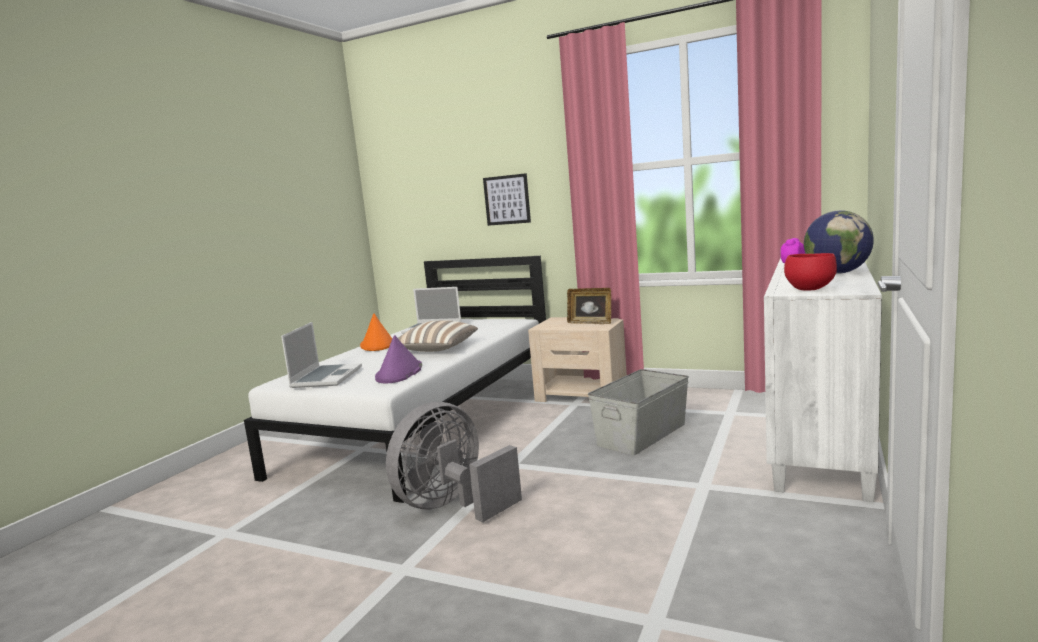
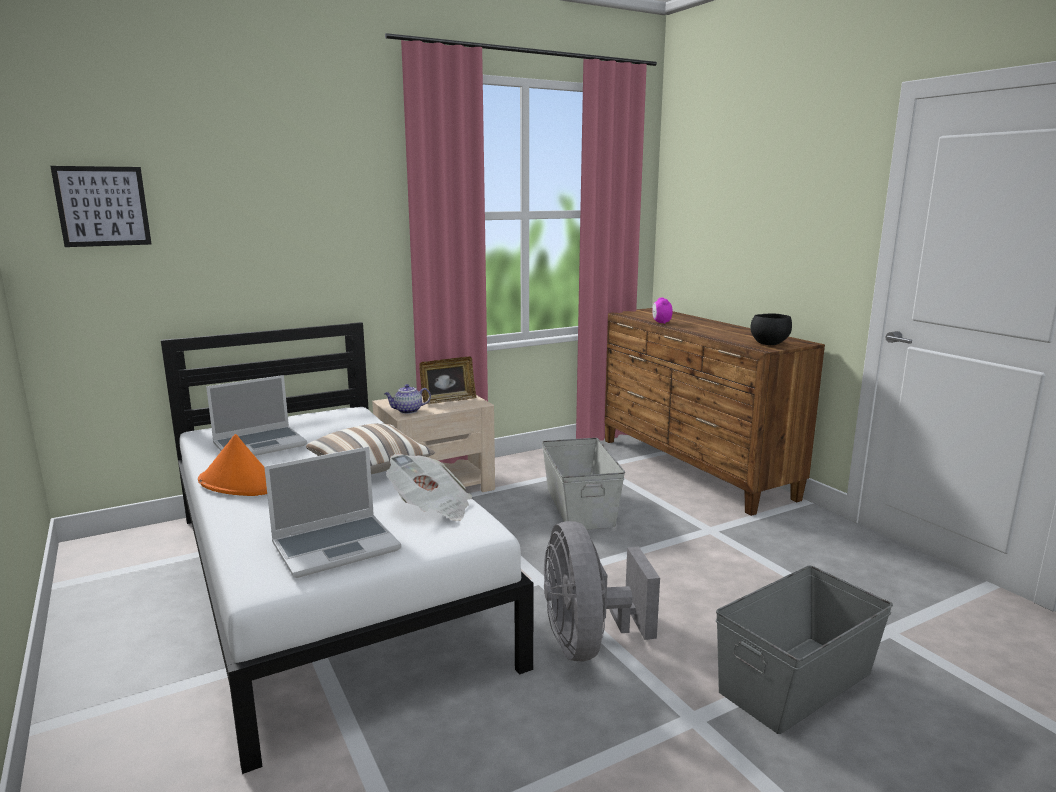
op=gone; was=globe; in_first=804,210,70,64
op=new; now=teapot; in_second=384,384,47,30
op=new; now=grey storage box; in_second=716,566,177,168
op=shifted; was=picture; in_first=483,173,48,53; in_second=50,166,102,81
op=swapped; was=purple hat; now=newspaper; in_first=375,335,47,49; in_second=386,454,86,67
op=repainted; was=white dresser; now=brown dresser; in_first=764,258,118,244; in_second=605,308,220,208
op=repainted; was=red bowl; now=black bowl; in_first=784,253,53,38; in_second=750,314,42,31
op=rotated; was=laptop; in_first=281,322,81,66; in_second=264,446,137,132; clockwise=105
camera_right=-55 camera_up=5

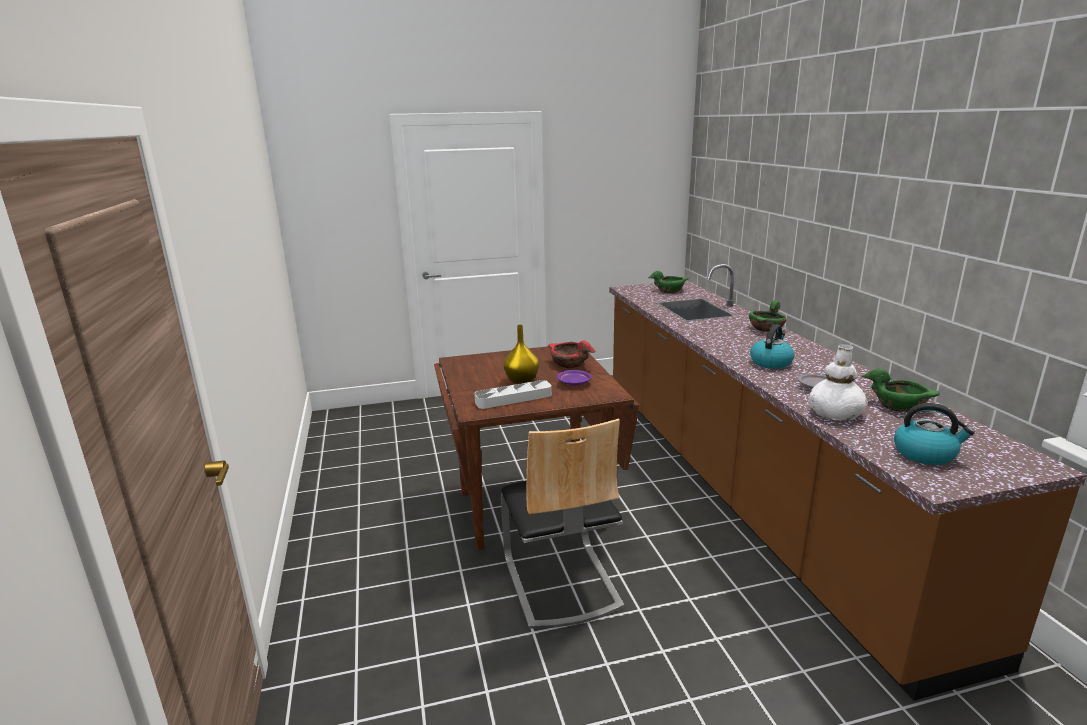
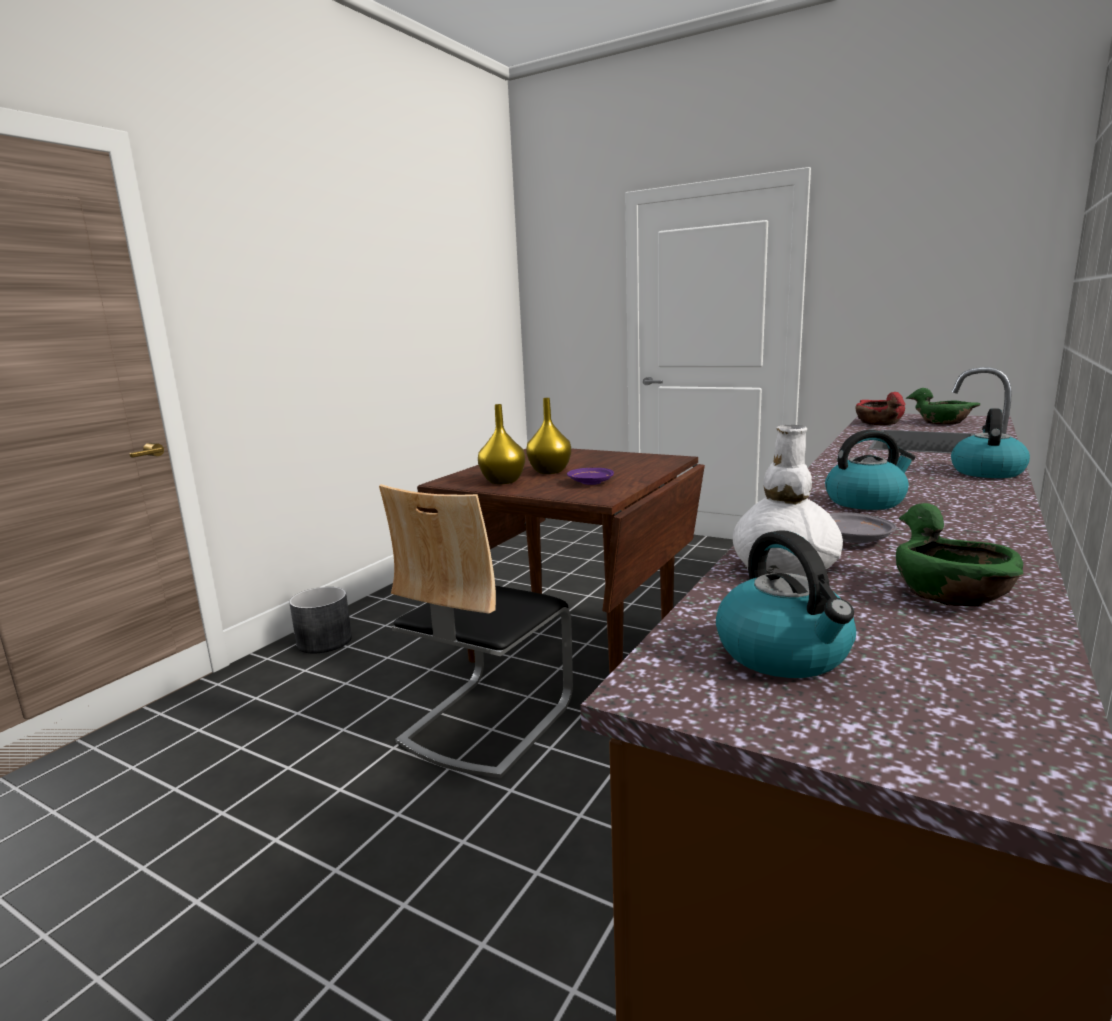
op=new; now=grey planter; in_second=289,587,63,66
op=shifted; was=red bowl; in_first=548,341,47,27; in_second=856,392,50,33
op=swapped; was=grey tray; now=yellow vase; in_first=474,380,78,29; in_second=478,404,47,80
op=swapped; was=green bowl; now=kettle; in_first=749,300,38,32; in_second=951,408,79,70
camera_right=45 camera_up=-5

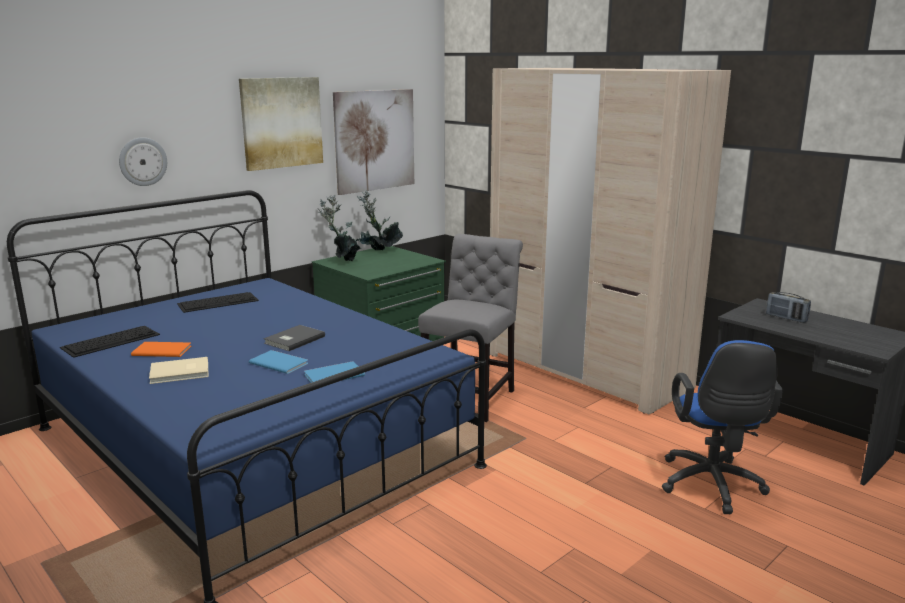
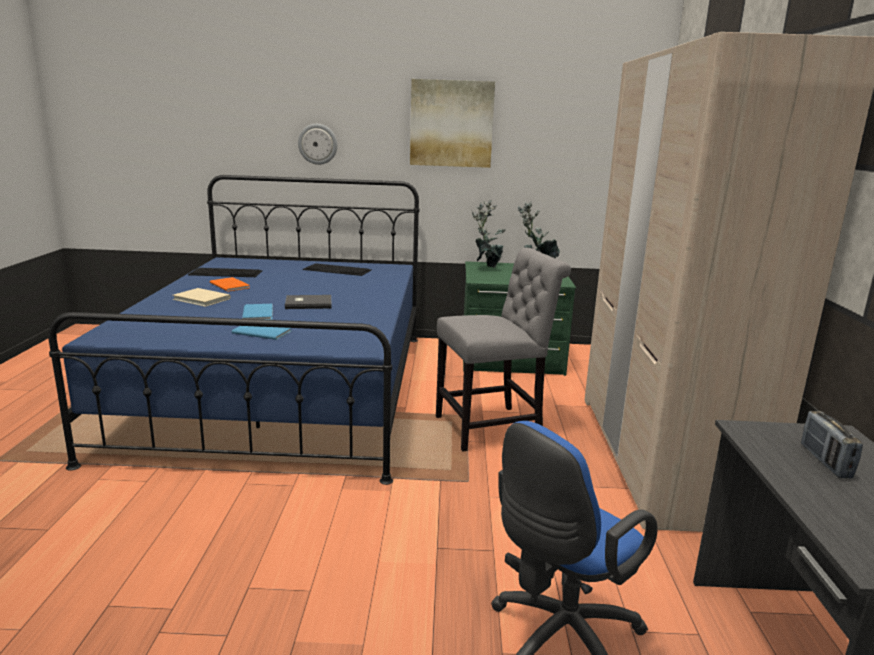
op=gone; was=picture; in_first=333,89,81,106
camera_right=45 camera_up=0

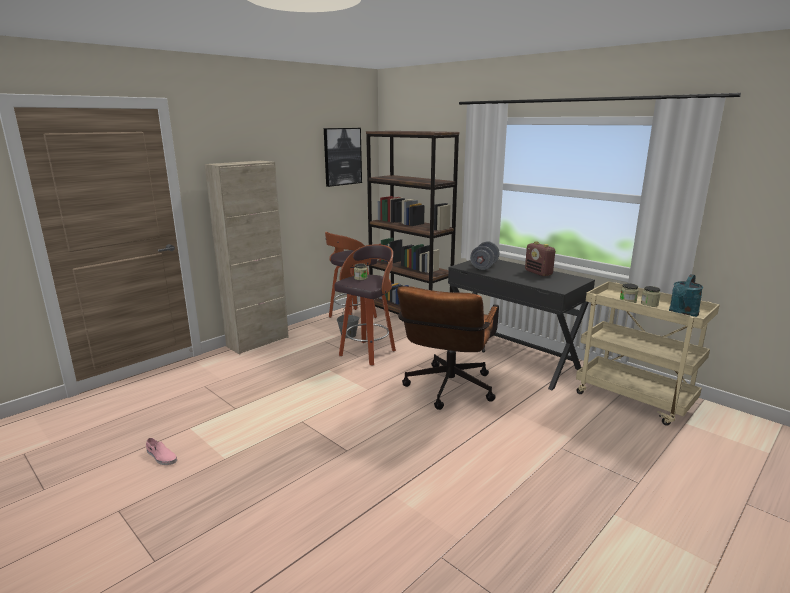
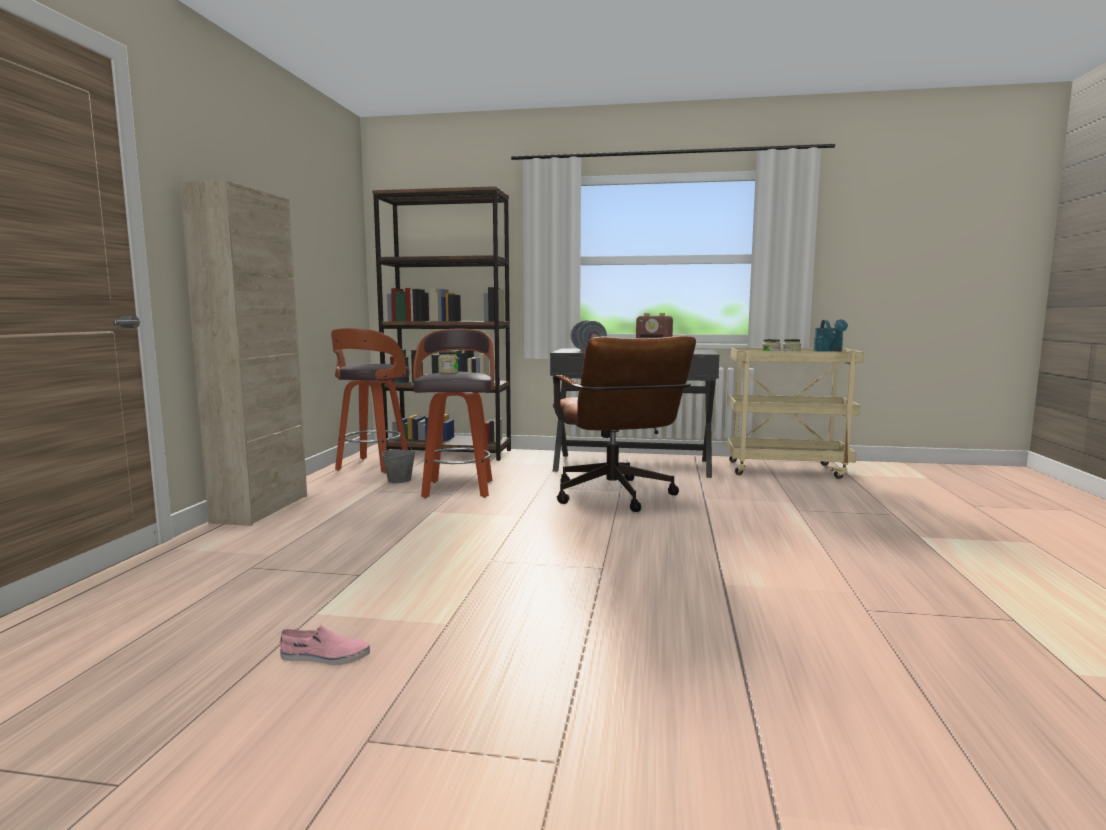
op=gone; was=picture; in_first=324,128,38,59
camera_right=-35 camera_up=-10

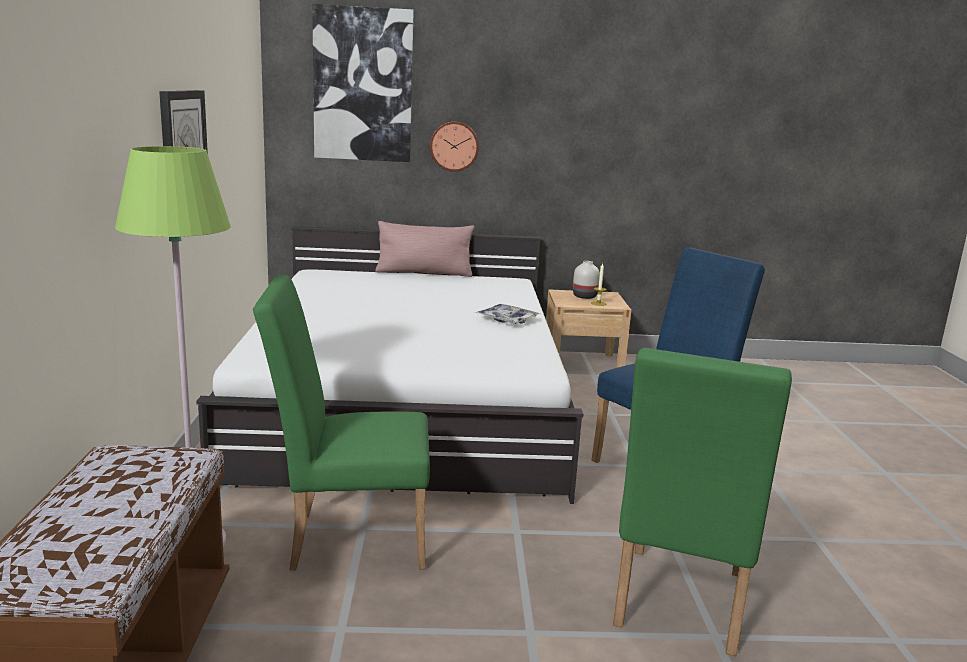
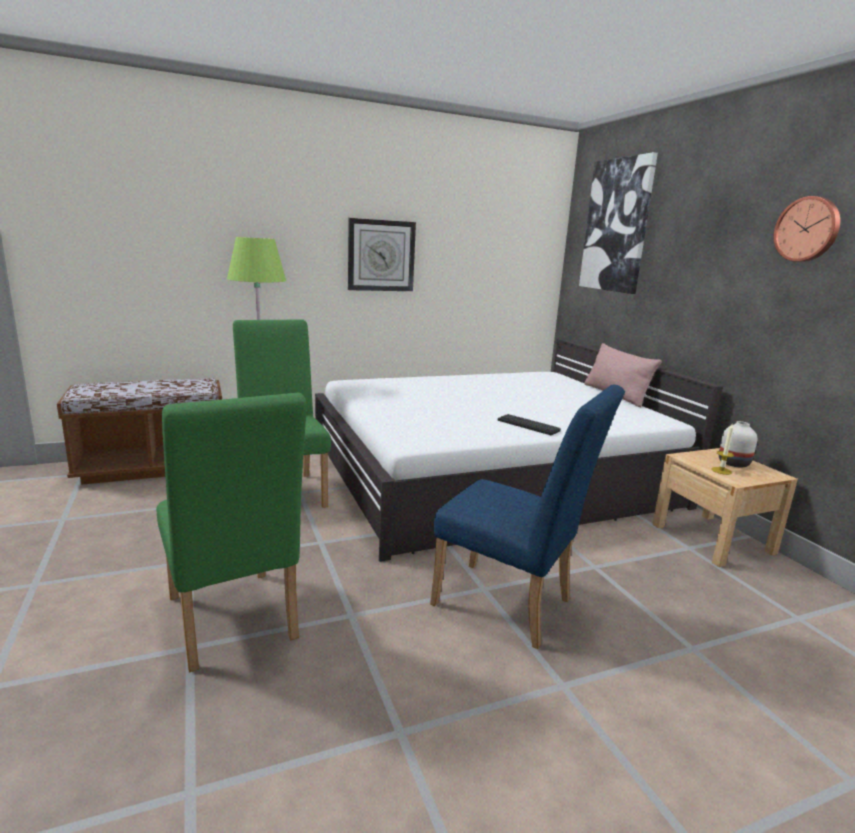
op=shifted; was=wall clock; in_first=430,121,49,51; in_second=774,196,66,66
op=swapped; was=tray; now=keyboard; in_first=475,304,65,20; in_second=498,414,63,21
op=rotated; was=green chair; in_first=613,348,179,309; in_second=156,393,151,279; clockwise=-120
camera_right=70 camera_up=0

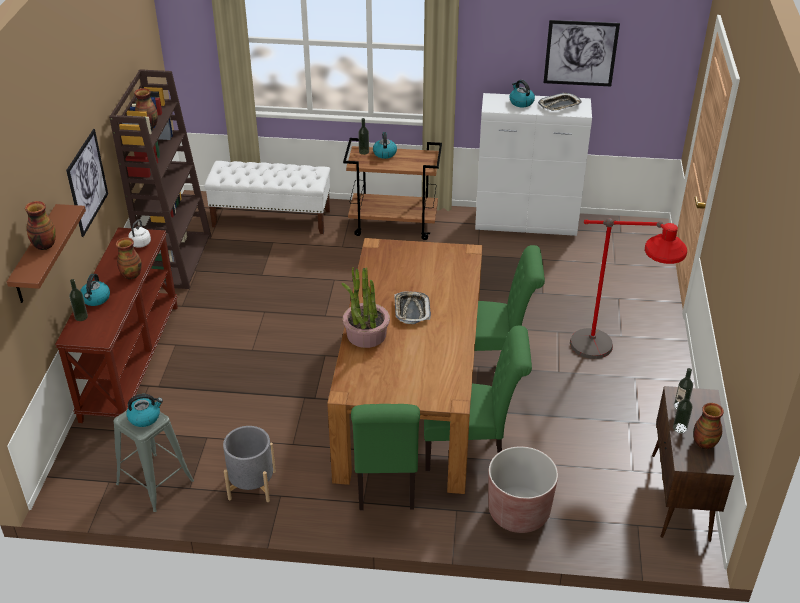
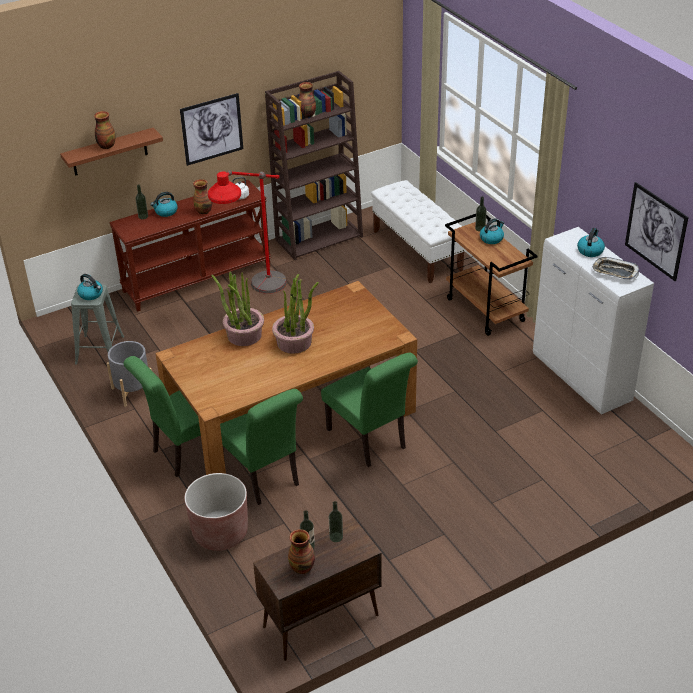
op=shifted; was=red floor lamp; in_first=570,218,117,141; in_second=208,170,79,124
op=swapped; was=tray; now=potted plant; in_first=394,291,37,33; in_second=272,274,47,80
camera_right=55 camera_up=0

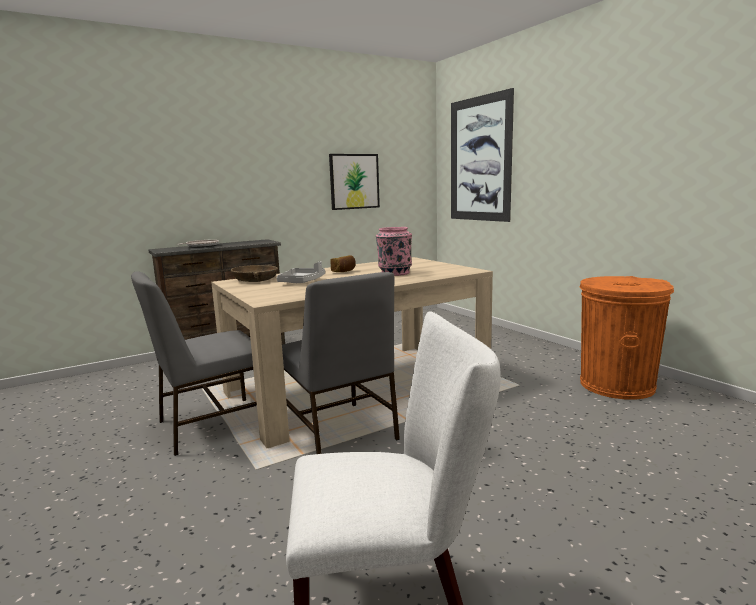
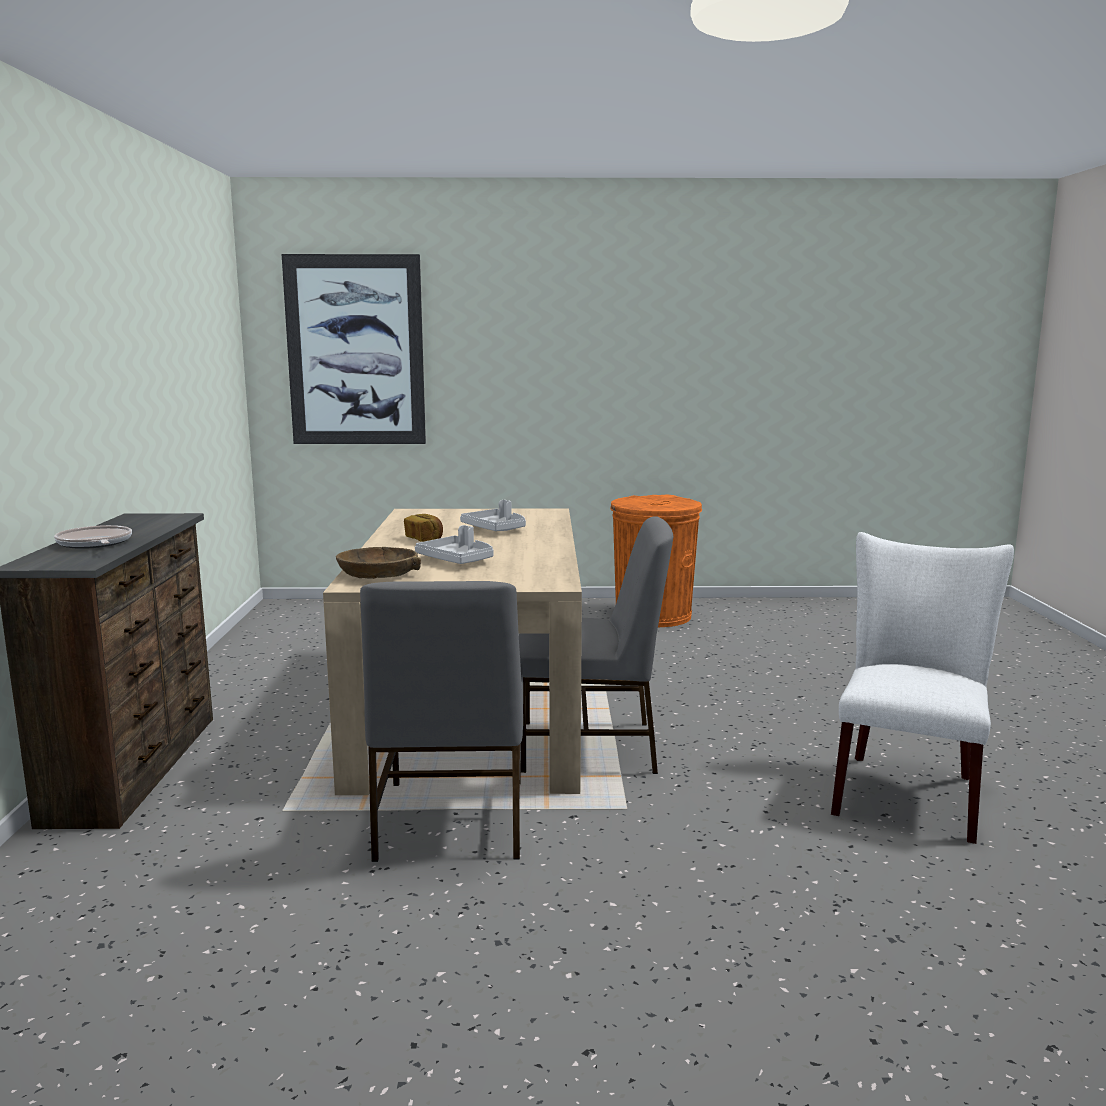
op=gone; was=picture; in_first=329,154,51,56
op=swapped; was=pink vase; now=grey tray; in_first=376,227,36,49; in_second=460,500,66,31
camera_right=-60 camera_up=0

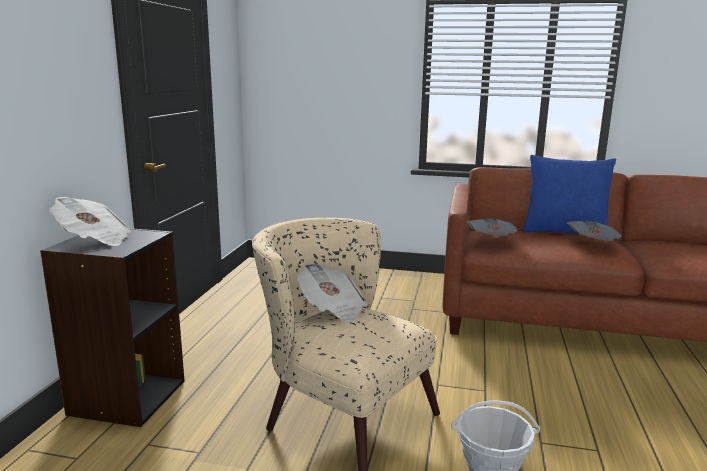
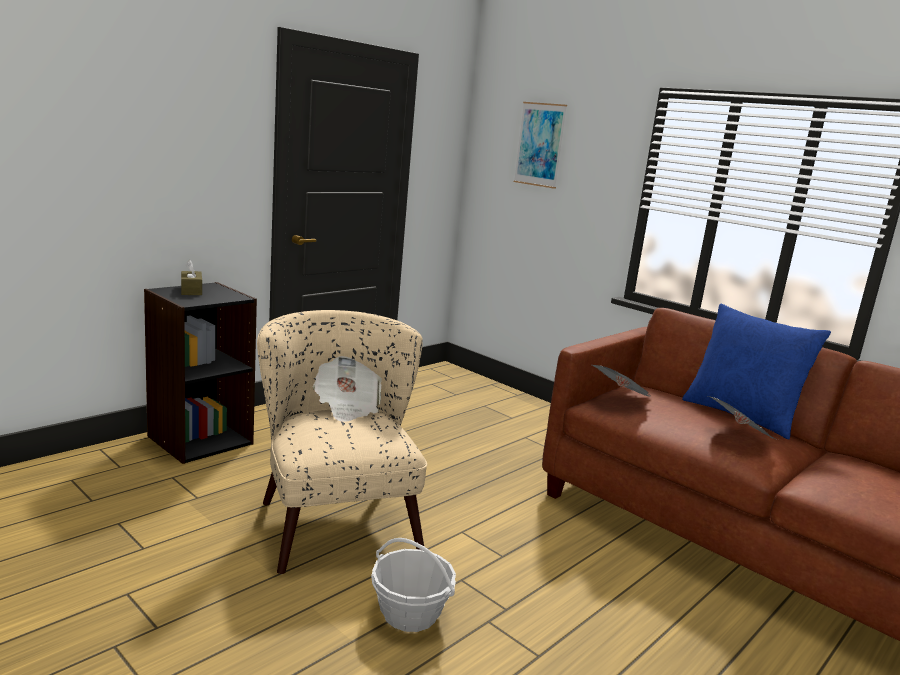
op=new; now=picture; in_second=514,102,53,87
op=swapped; was=newspaper; now=brown tissue box; in_first=50,197,81,49; in_second=181,260,21,35
camera_right=30 camera_up=0

